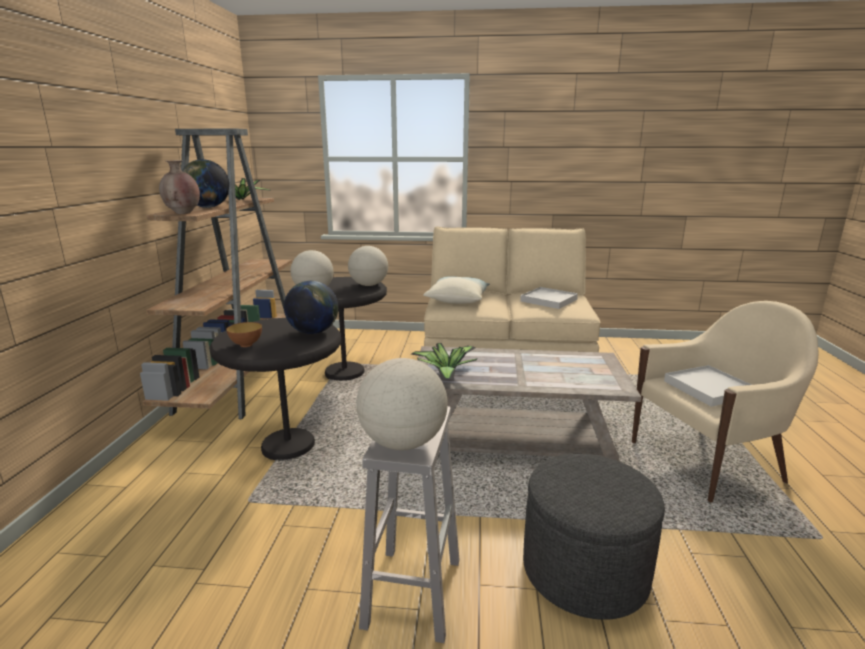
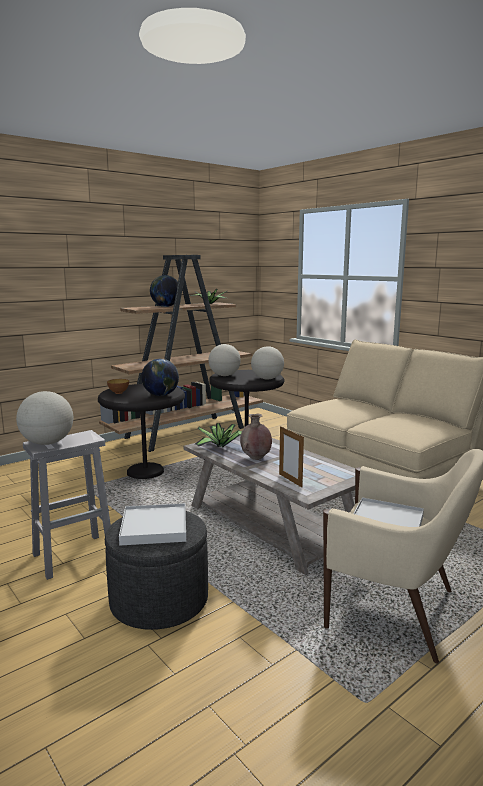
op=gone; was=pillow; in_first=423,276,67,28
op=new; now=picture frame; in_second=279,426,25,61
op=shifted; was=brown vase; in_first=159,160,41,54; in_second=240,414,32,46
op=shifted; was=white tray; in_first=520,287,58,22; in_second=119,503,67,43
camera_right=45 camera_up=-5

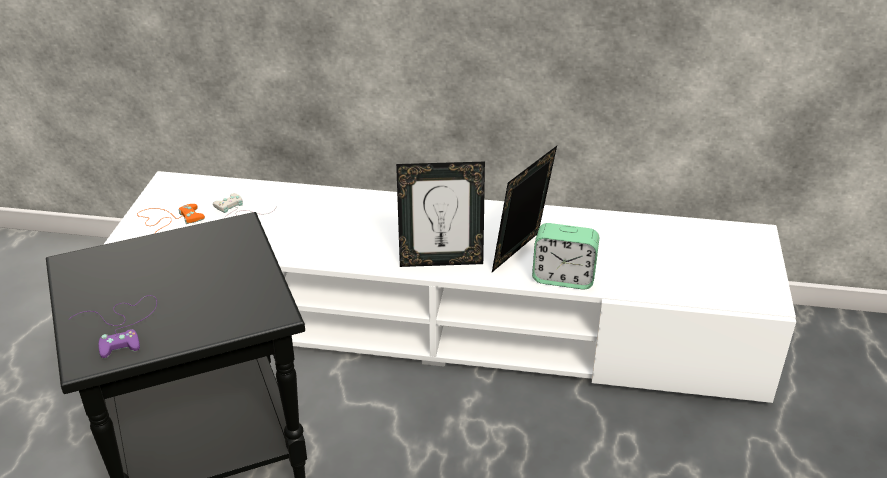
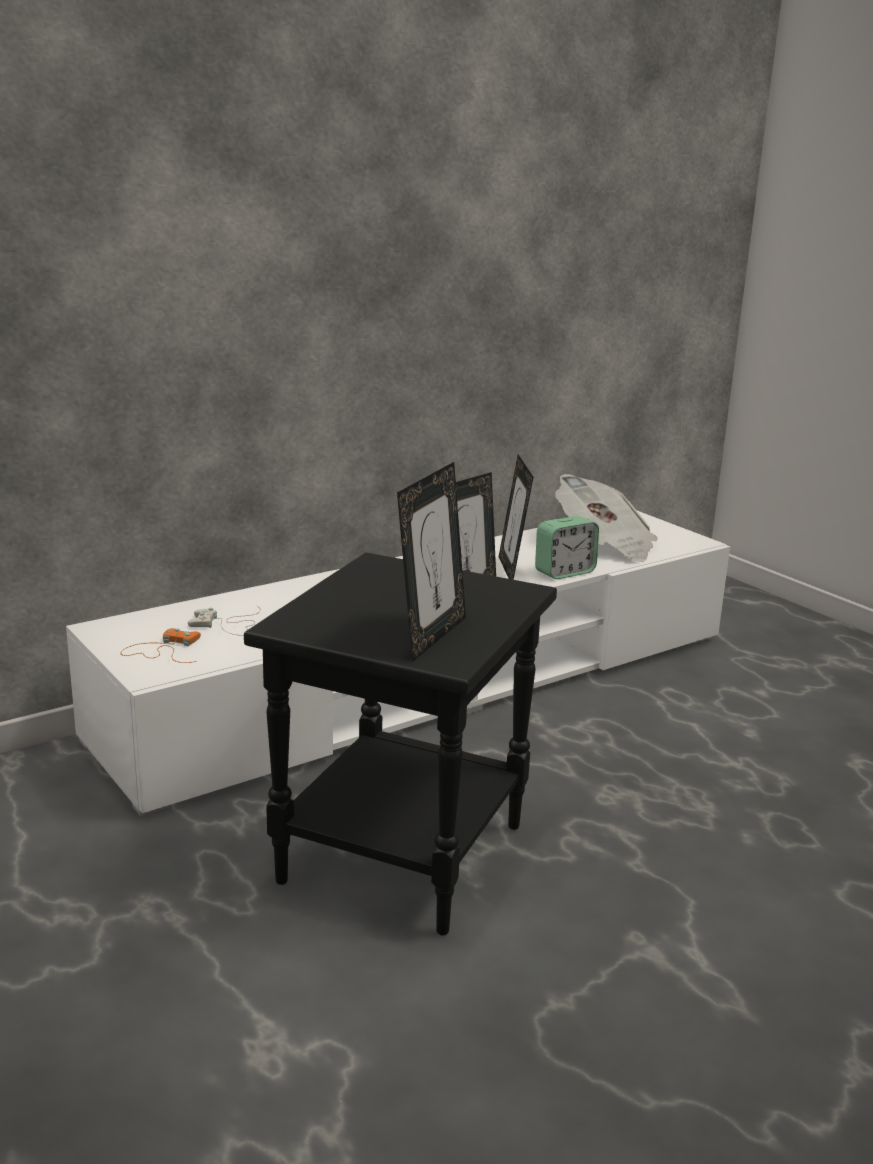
op=new; now=newspaper; in_second=555,474,102,88
op=swapped; was=purple game controller; now=picture frame; in_first=68,295,89,64; in_second=397,462,69,200
camera_right=-45 camera_up=-15

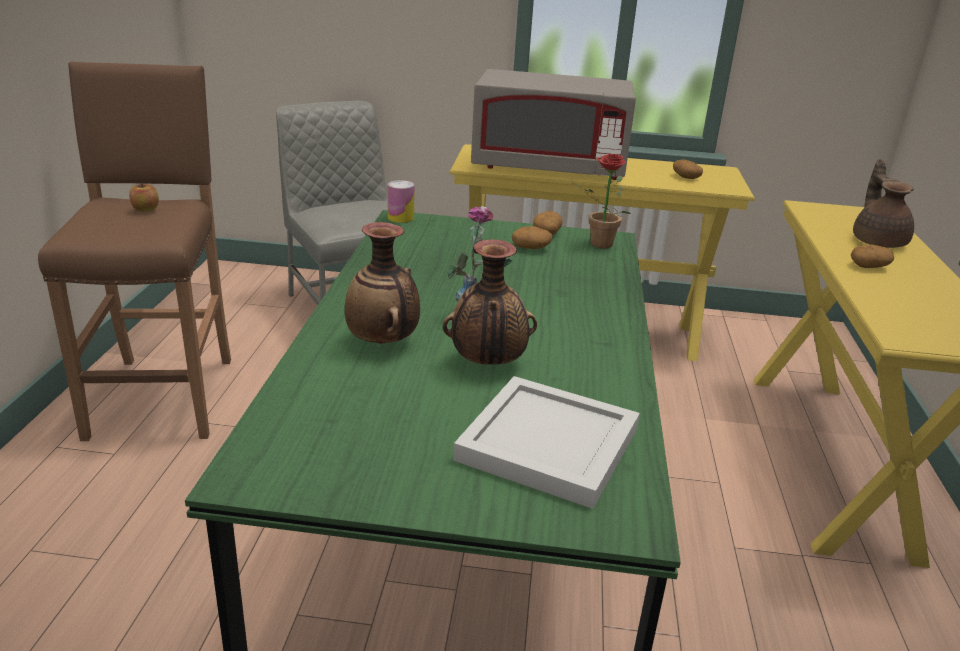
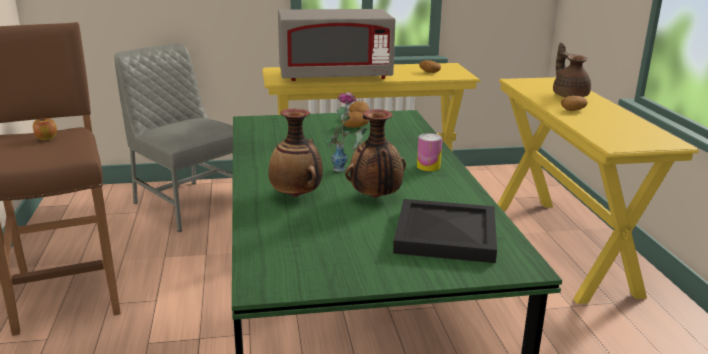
op=gone; was=potted plant; in_first=571,154,60,94
op=shifted; was=can; in_first=388,180,27,43; in_second=417,133,26,38
op=repainted; was=white tray; now=black tray; in_first=453,376,187,133; in_second=393,199,104,64
camera_right=-15 camera_up=-5

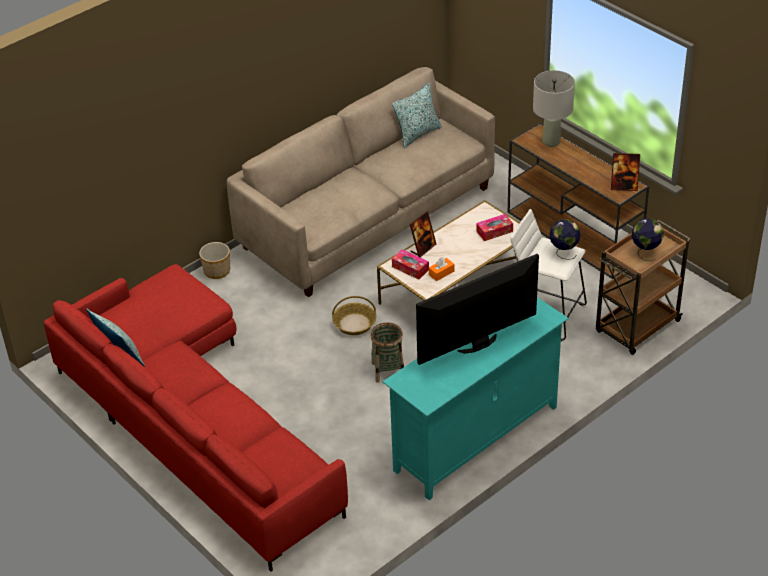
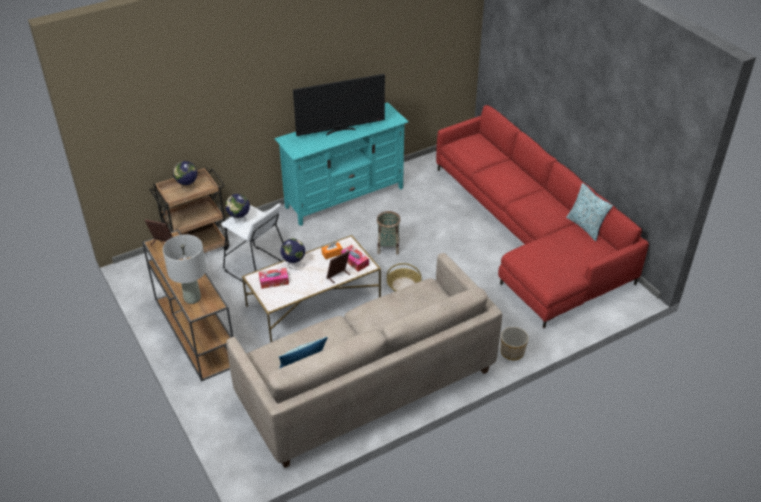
op=new; now=globe; in_second=281,238,24,32
camera_right=-170 camera_up=0

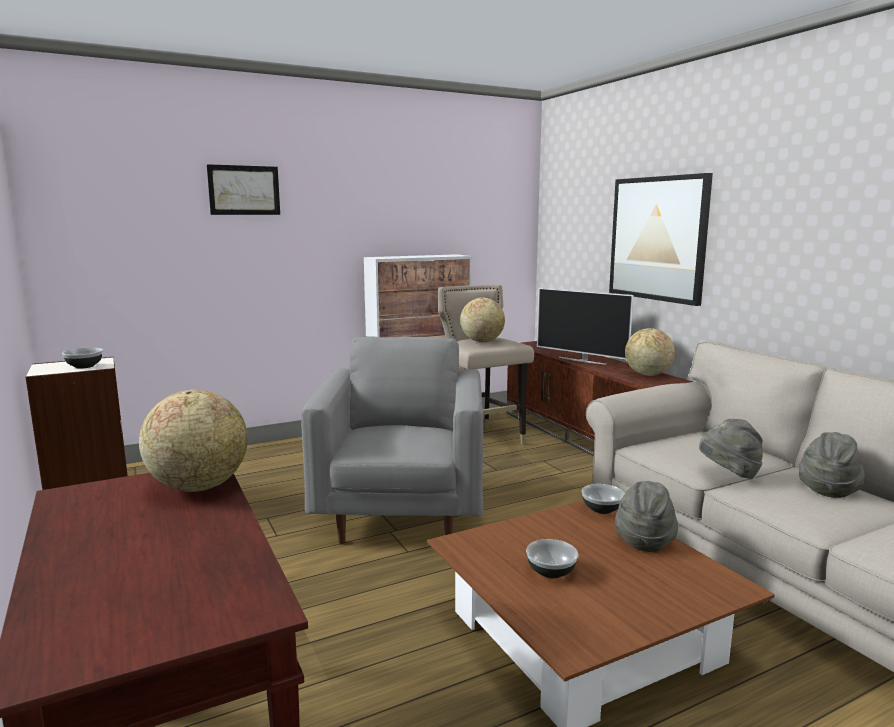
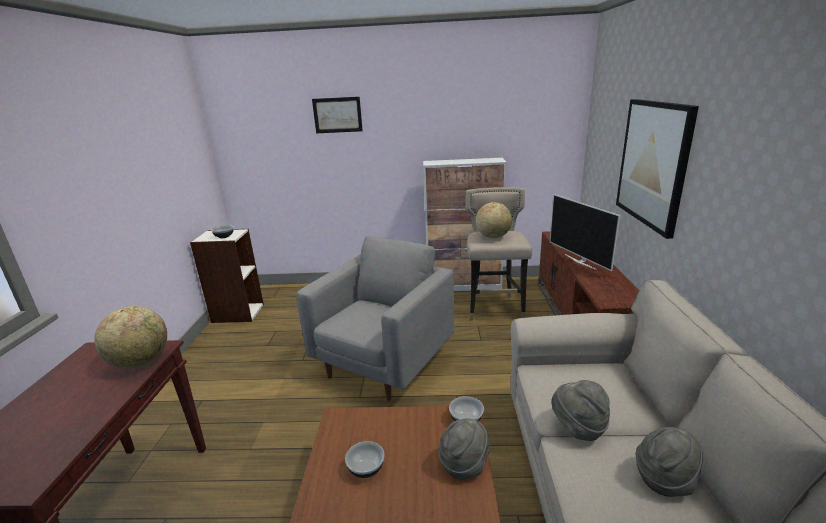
op=gone; was=globe; in_first=625,328,50,48
camera_right=30 camera_up=10

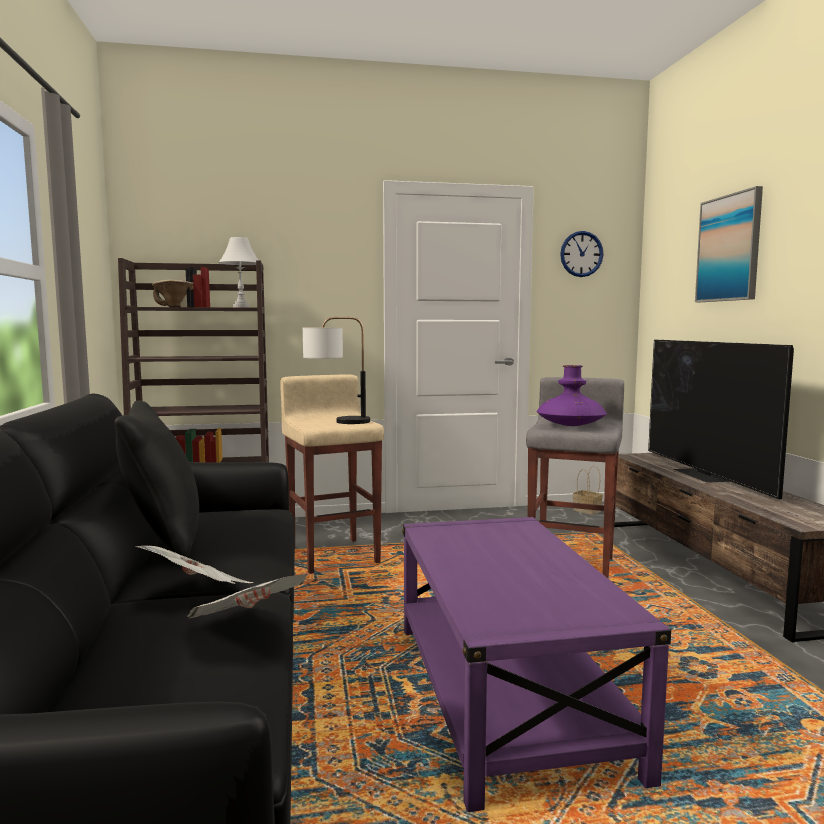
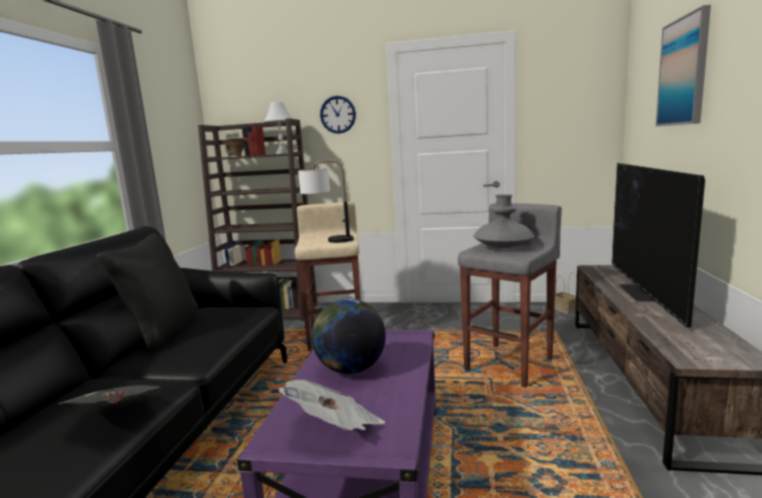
op=new; now=globe; in_second=312,299,74,75
op=shifted; was=newspaper; in_first=135,546,118,38; in_second=278,380,107,51
op=shifted; was=wall clock; in_first=560,231,44,46; in_second=320,96,36,38
op=repainted; was=purple vase; now=grey vase; in_first=536,365,71,61; in_second=473,194,62,54
camera_right=20 camera_up=5

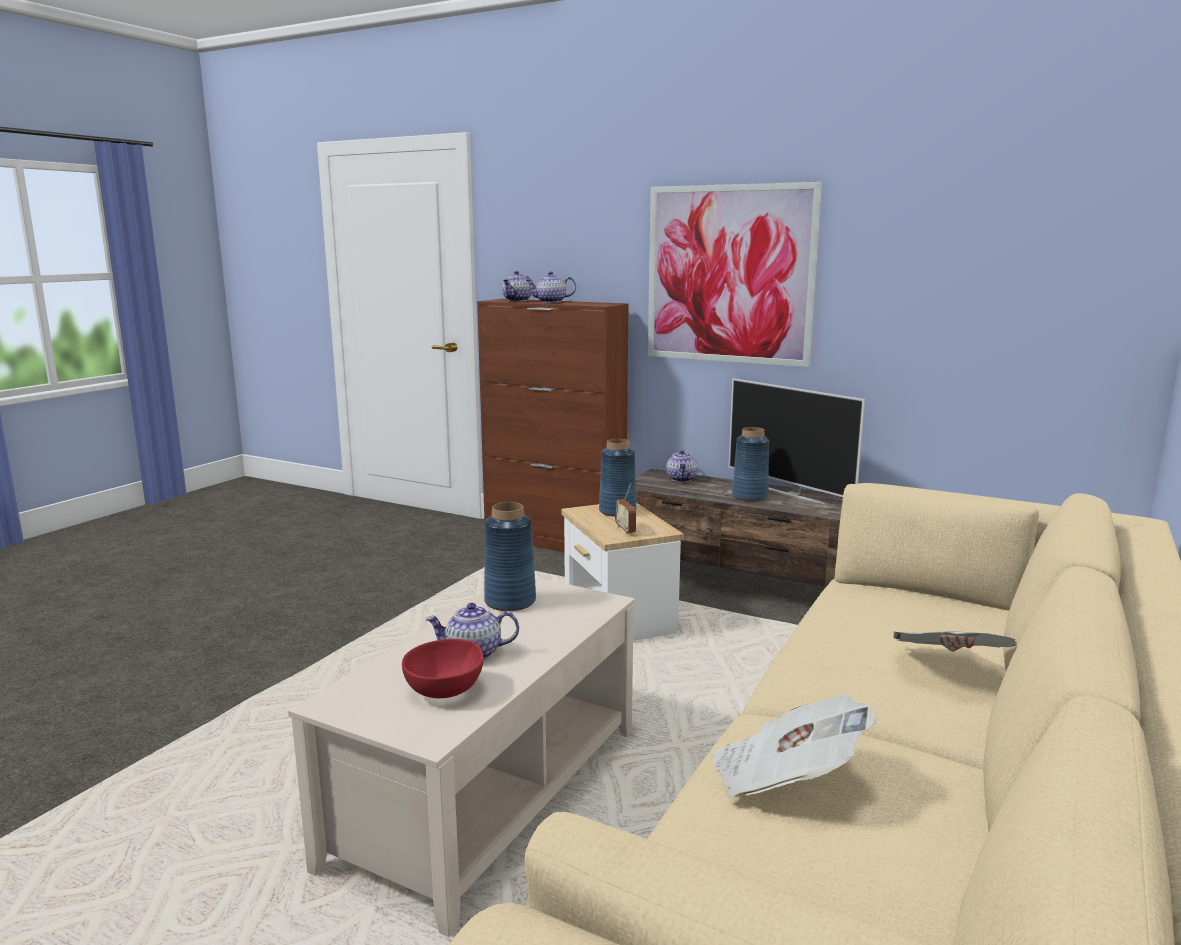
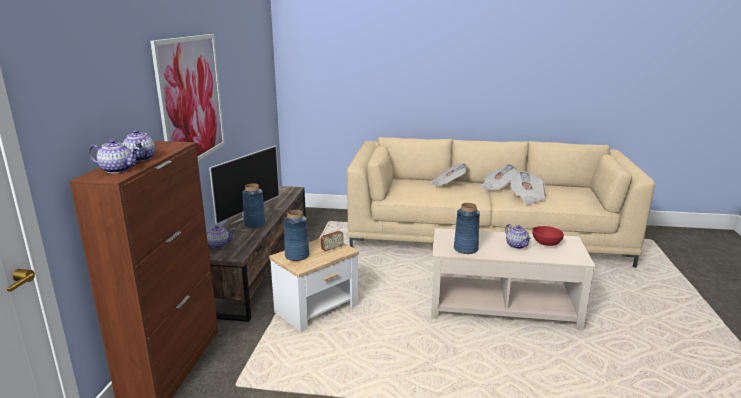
op=new; now=newspaper; in_second=480,164,38,27
camera_right=-110 camera_up=5

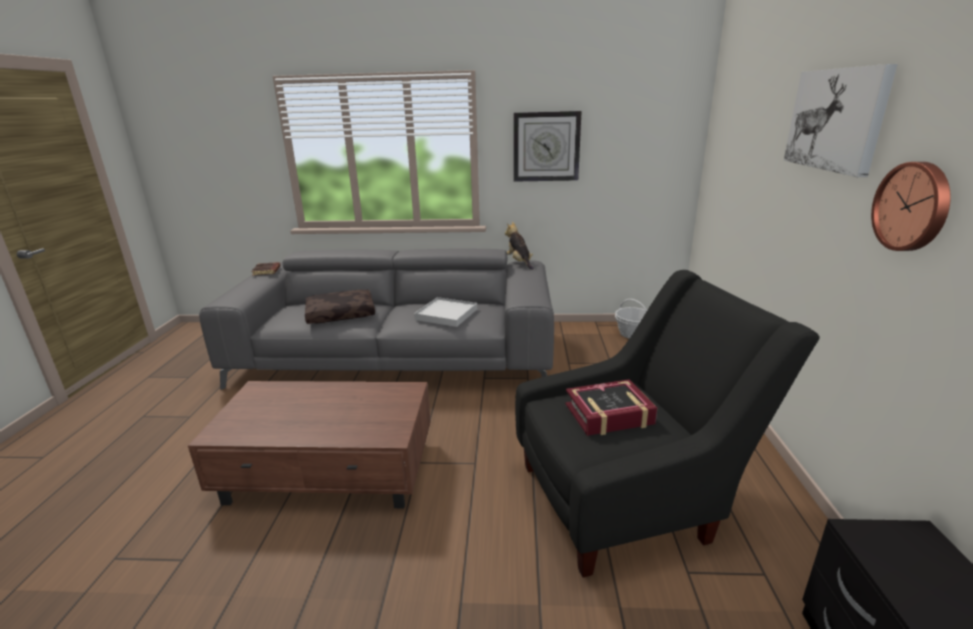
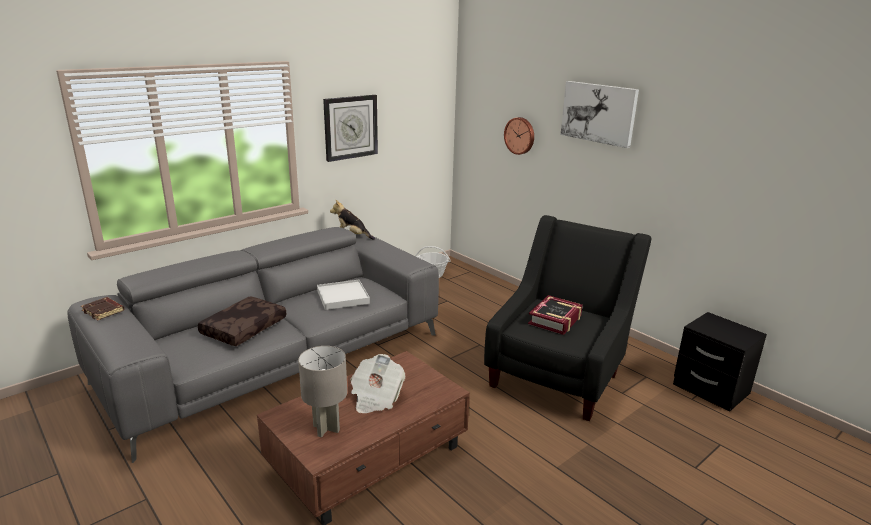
op=new; now=grey table lamp; in_second=298,346,49,91
op=new; now=newspaper; in_second=350,354,55,59
op=shifted; was=wall clock; in_first=871,162,80,89; in_second=504,117,30,38
camera_right=-45 camera_up=0

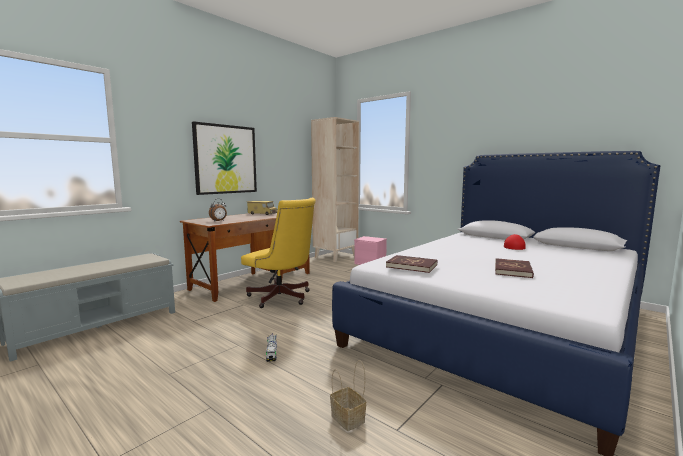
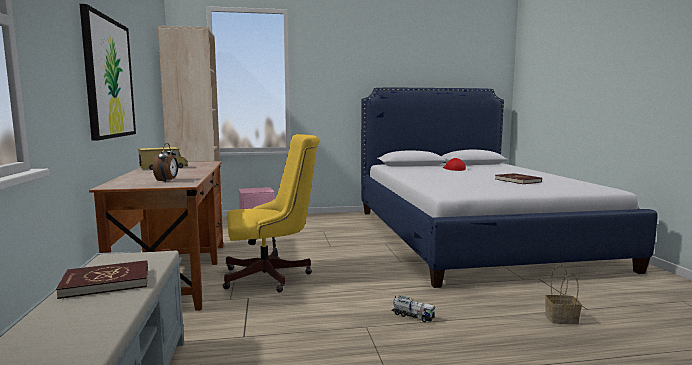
op=shifted; was=red book; in_first=386,255,51,18; in_second=56,260,92,39
camera_right=-50 camera_up=0

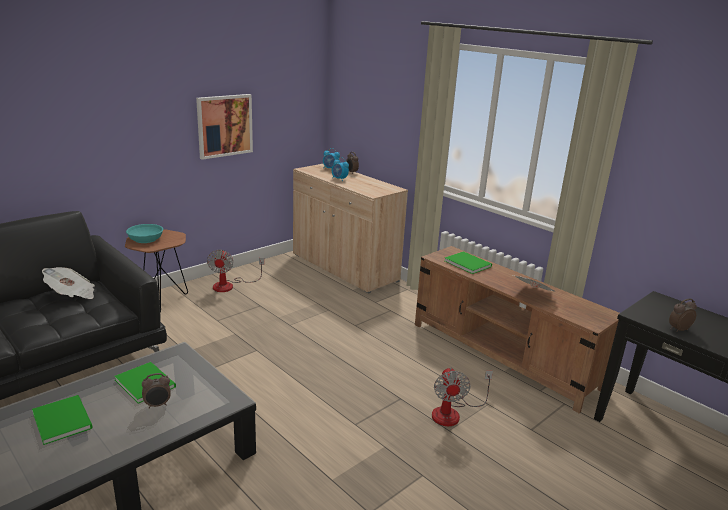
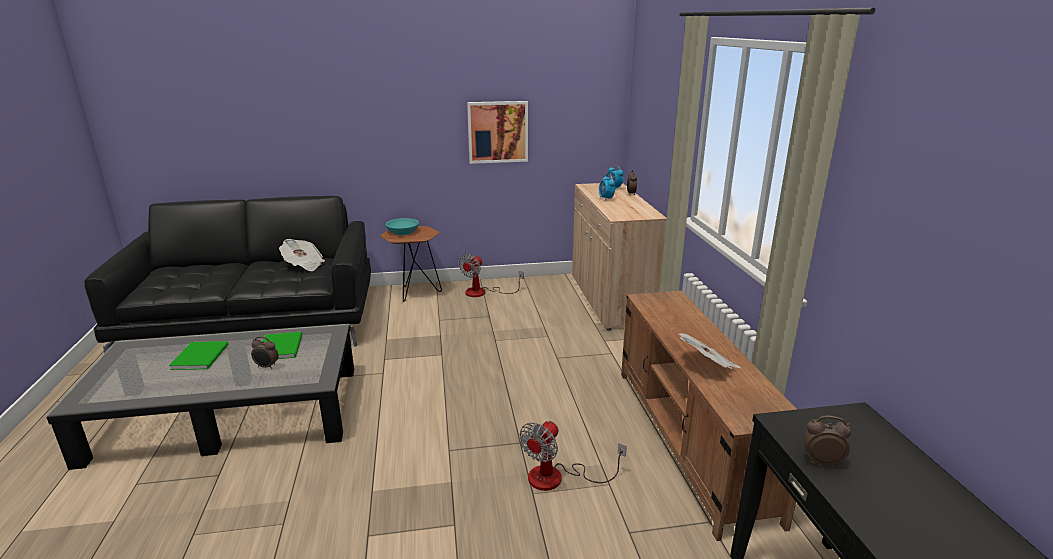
op=gone; was=green book; in_first=445,251,47,23
camera_right=35 camera_up=0

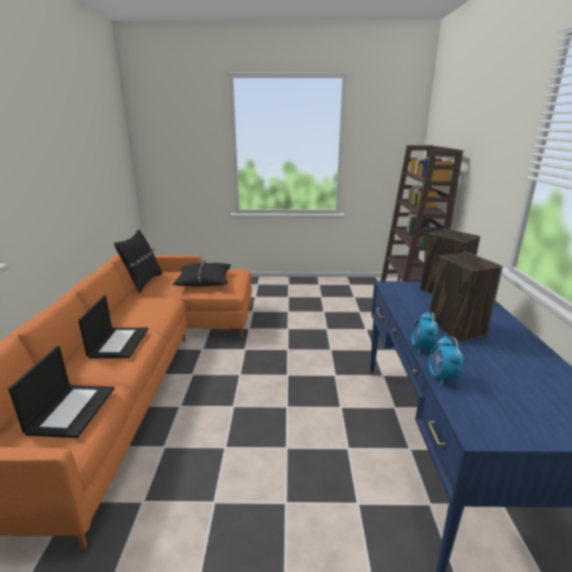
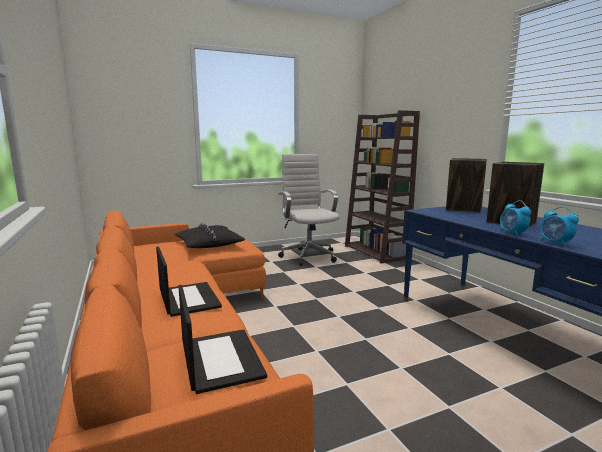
op=gone; was=black pillow; in_first=114,229,48,64
op=new; now=white office chair; in_second=278,154,62,112
camera_right=-25 camera_up=-10

